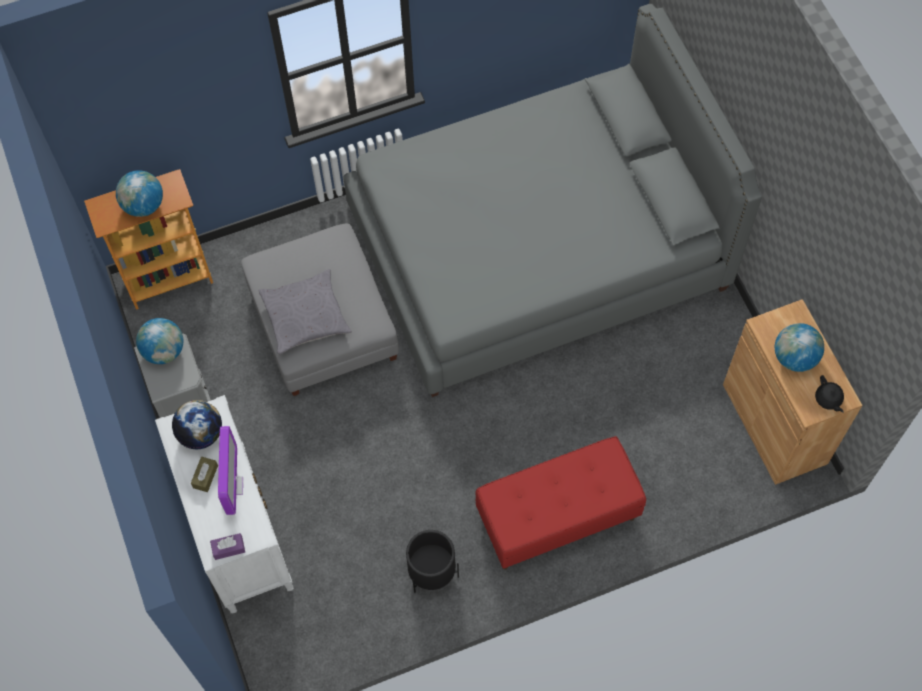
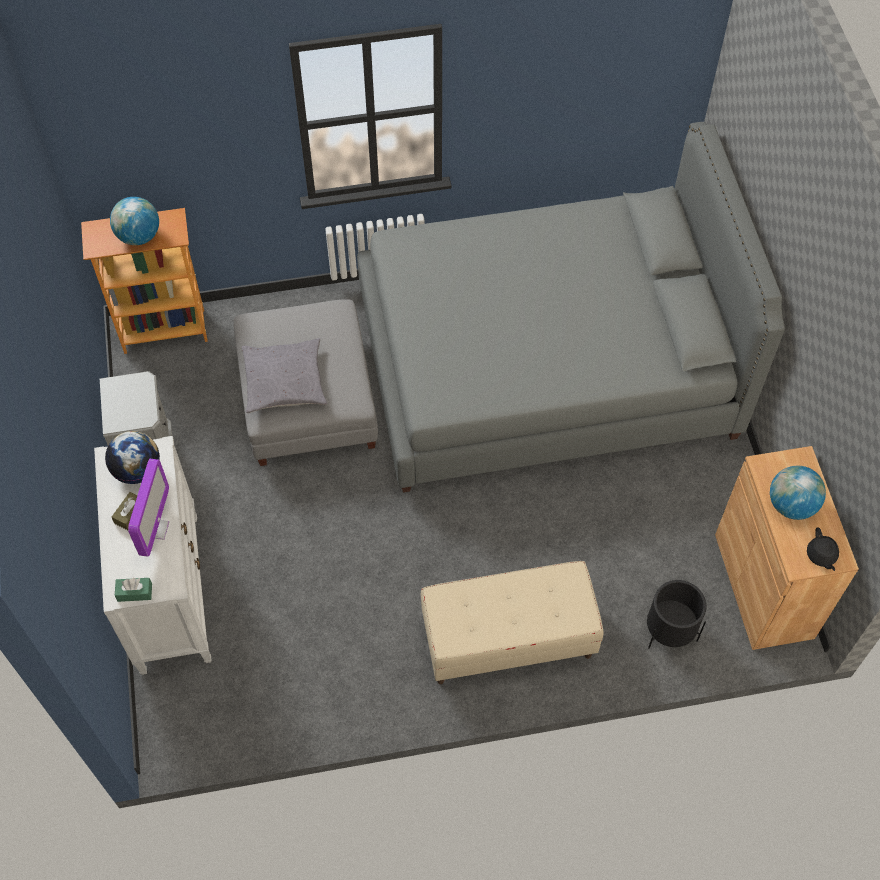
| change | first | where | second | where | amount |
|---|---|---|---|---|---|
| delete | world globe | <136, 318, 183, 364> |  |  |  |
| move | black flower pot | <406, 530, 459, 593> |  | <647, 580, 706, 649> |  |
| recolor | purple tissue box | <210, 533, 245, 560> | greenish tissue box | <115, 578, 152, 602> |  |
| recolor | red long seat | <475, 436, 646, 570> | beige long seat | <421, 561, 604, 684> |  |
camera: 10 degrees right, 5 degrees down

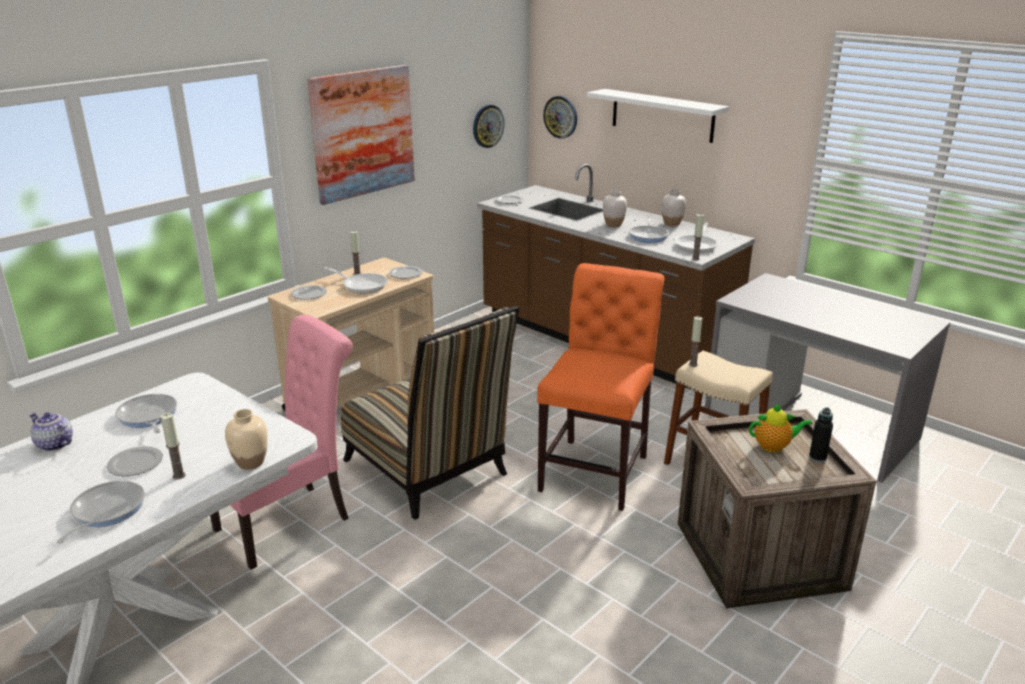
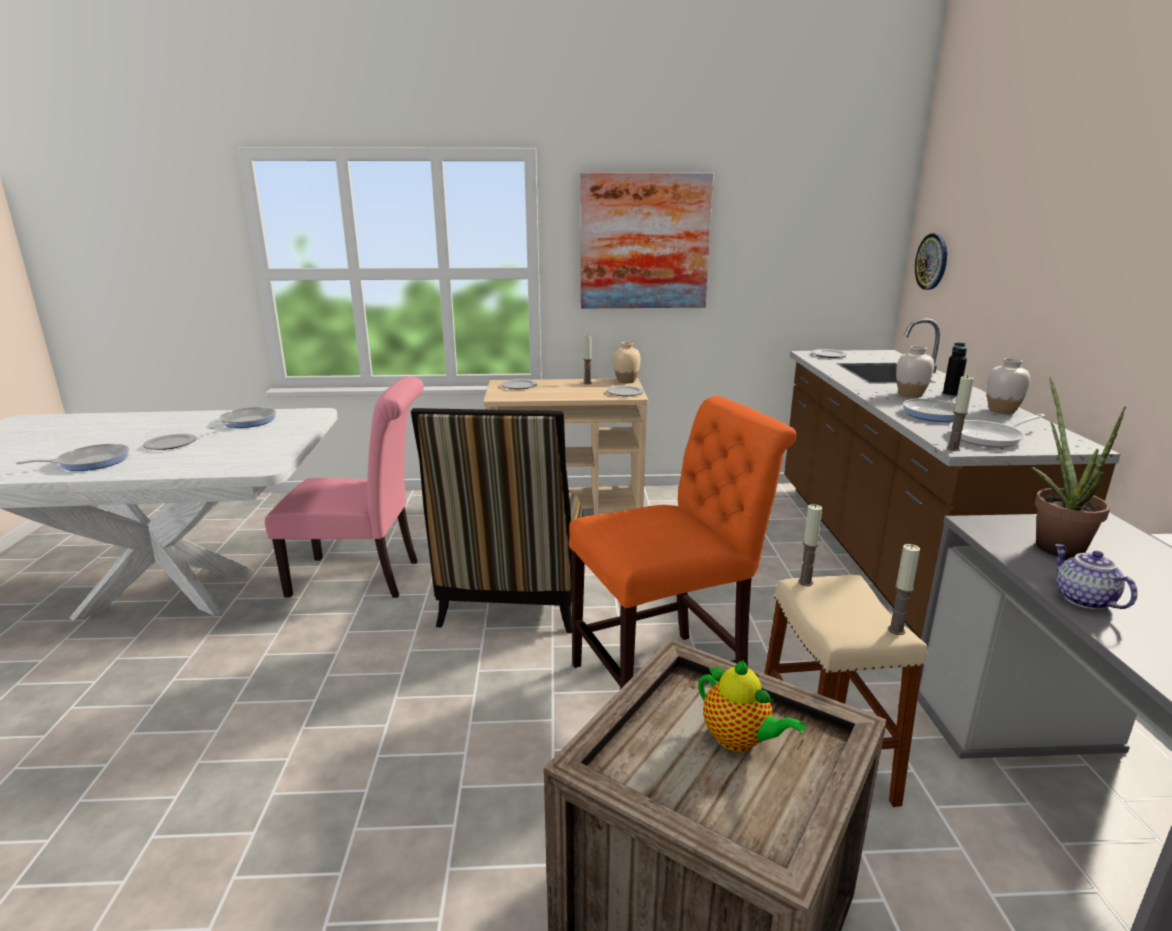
| change | first | where | second | where | amount |
|---|---|---|---|---|---|
| delete | pan | <324, 267, 388, 294> |  |  |  |
| delete | clock on the wall | <473, 105, 504, 148> |  |  |  |
| delete | white-coloured wall shelf | <586, 89, 729, 143> |  |  |  |
| insert |  |  | houseplant | <1031, 377, 1126, 558> |  |
| move | teapot | <29, 412, 73, 451> |  | <1055, 544, 1137, 609> |  |
| move | wax candle | <161, 413, 186, 480> |  | <888, 544, 920, 635> |  |
| move | beige decorative vase | <225, 409, 268, 470> |  | <613, 342, 641, 384> |  |
| move | black beverage bottle | <809, 407, 833, 462> |  | <942, 342, 967, 398> |  |
camera: 45 degrees right, 5 degrees down

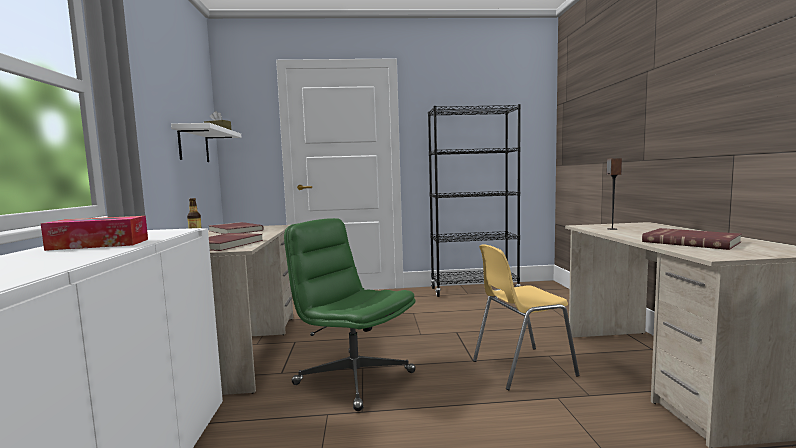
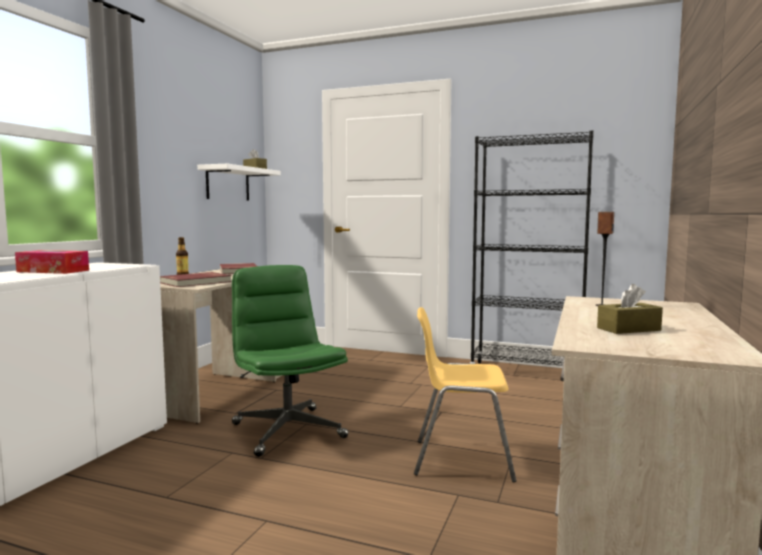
| change | first | where | second | where | amount |
|---|---|---|---|---|---|
| replace | red bound book | <642, 228, 742, 250> | brown tissue box | <597, 284, 663, 334> |  |
camera: 25 degrees right, 0 degrees up

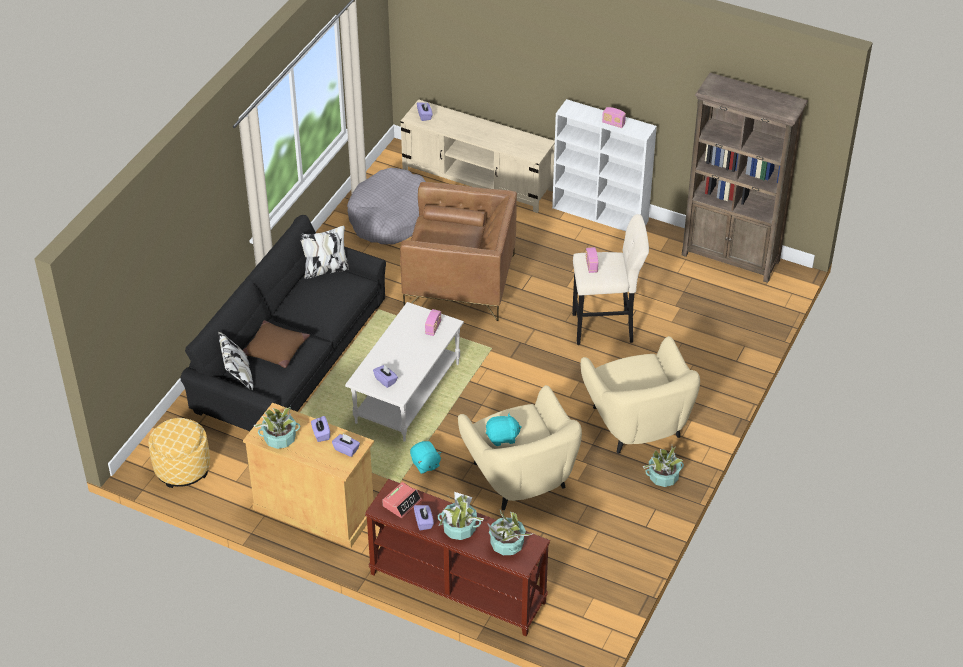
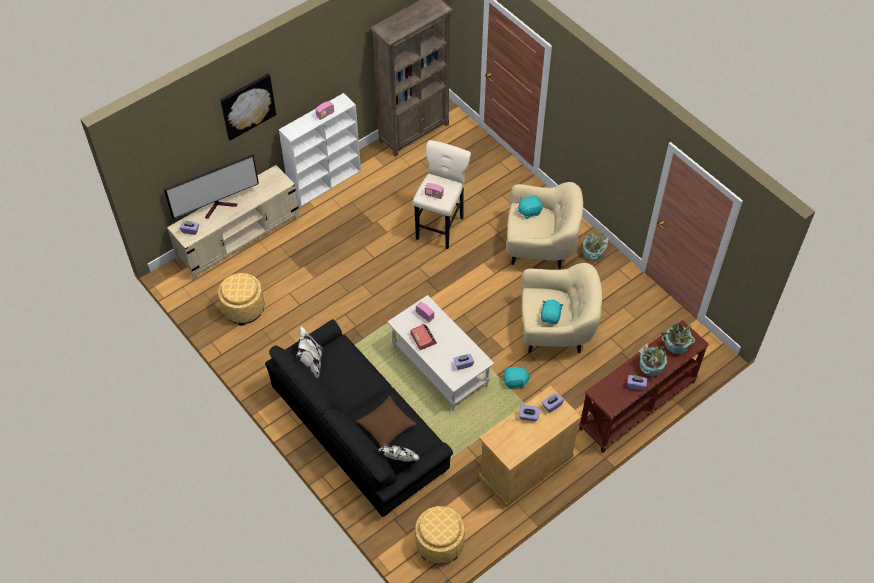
| change | first | where | second | where | amount |
|---|---|---|---|---|---|
| delete | houseplant | <254, 406, 300, 449> |  |  |  |
| delete | brown easy chair | <400, 182, 517, 321> |  |  |  |
| insert |  |  | television | <164, 154, 259, 219> |  |
| insert |  |  | wall art | <220, 74, 276, 141> |  |
| insert |  |  | turquoise cuddly toy | <517, 195, 543, 219> |  |
| move | table clock | <382, 482, 422, 518> |  | <410, 324, 437, 350> |  |
| replace | greyish dog cushion | <347, 168, 426, 244> | ottoman | <218, 273, 264, 325> |  |
camera: 65 degrees left, 10 degrees up

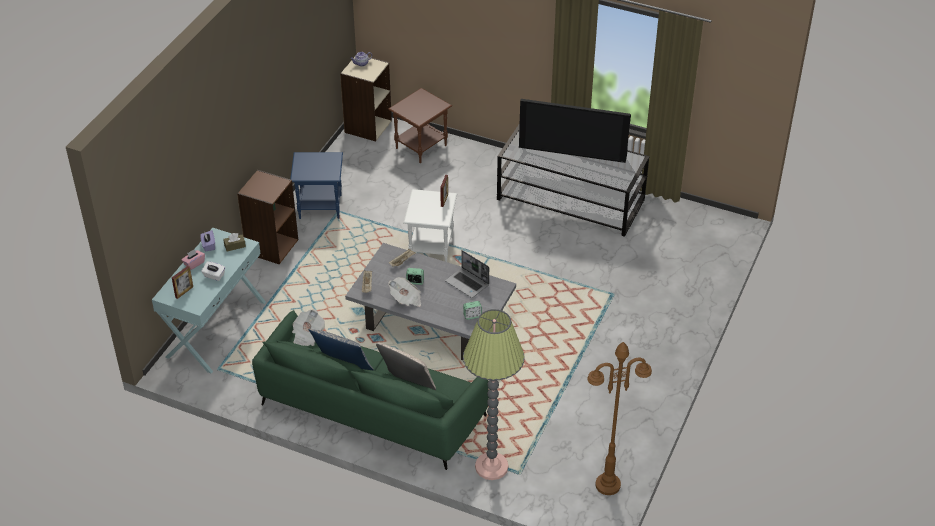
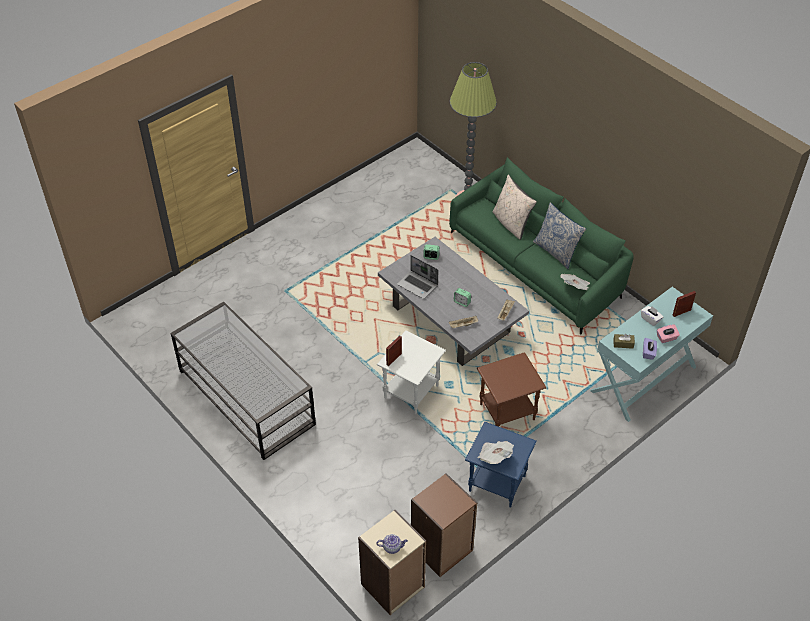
| change | first | where | second | where | amount |
|---|---|---|---|---|---|
| delete | television | <519, 99, 631, 163> |  |  |  |
| delete | brown standard lamp | <587, 342, 652, 495> |  |  |  |
| move | brown bookshelf | <237, 170, 298, 264> |  | <411, 473, 477, 577> |  |
| move | brown accent table | <388, 88, 452, 163> |  | <477, 352, 547, 427> |  |
| move | daily paper | <388, 277, 421, 307> |  | <478, 441, 514, 464> |  |
| rotate | laptop | <445, 250, 489, 298> |  | <397, 255, 439, 299> | 150 degrees clockwise |
camera: 155 degrees left, 5 degrees up

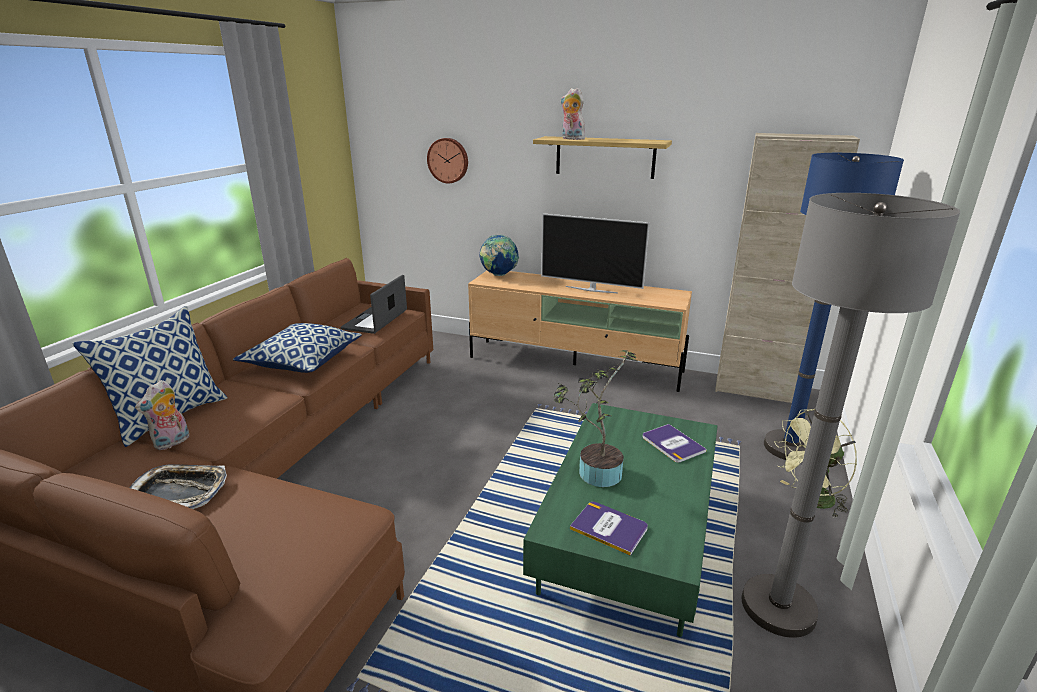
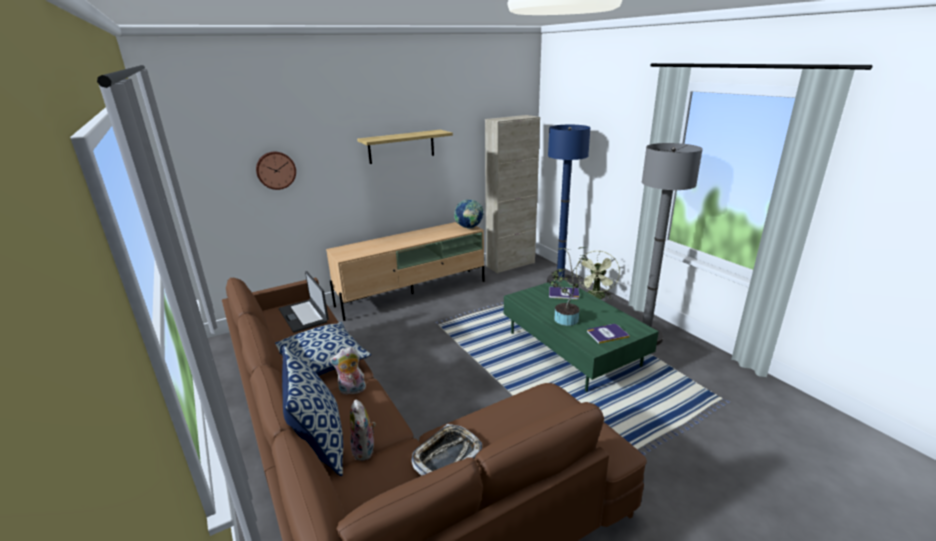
| change | first | where | second | where | amount |
|---|---|---|---|---|---|
| delete | television | <541, 213, 650, 293> |  |  |  |
| move | world globe | <479, 235, 519, 276> |  | <454, 199, 484, 229> |  |
| move | cuddly toy | <560, 88, 585, 140> |  | <329, 346, 366, 395> |  |
camera: 50 degrees left, 0 degrees up

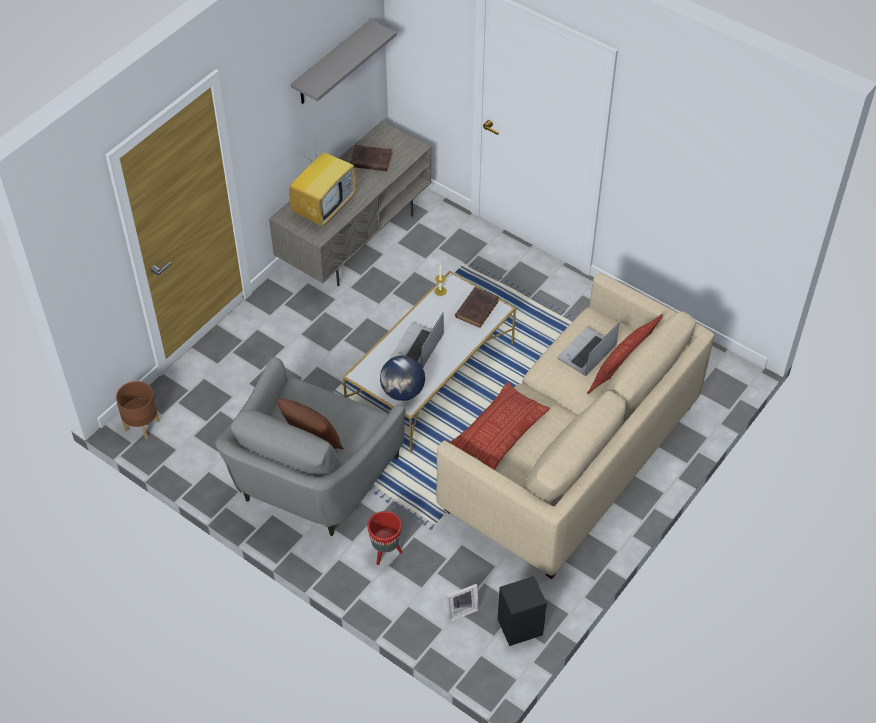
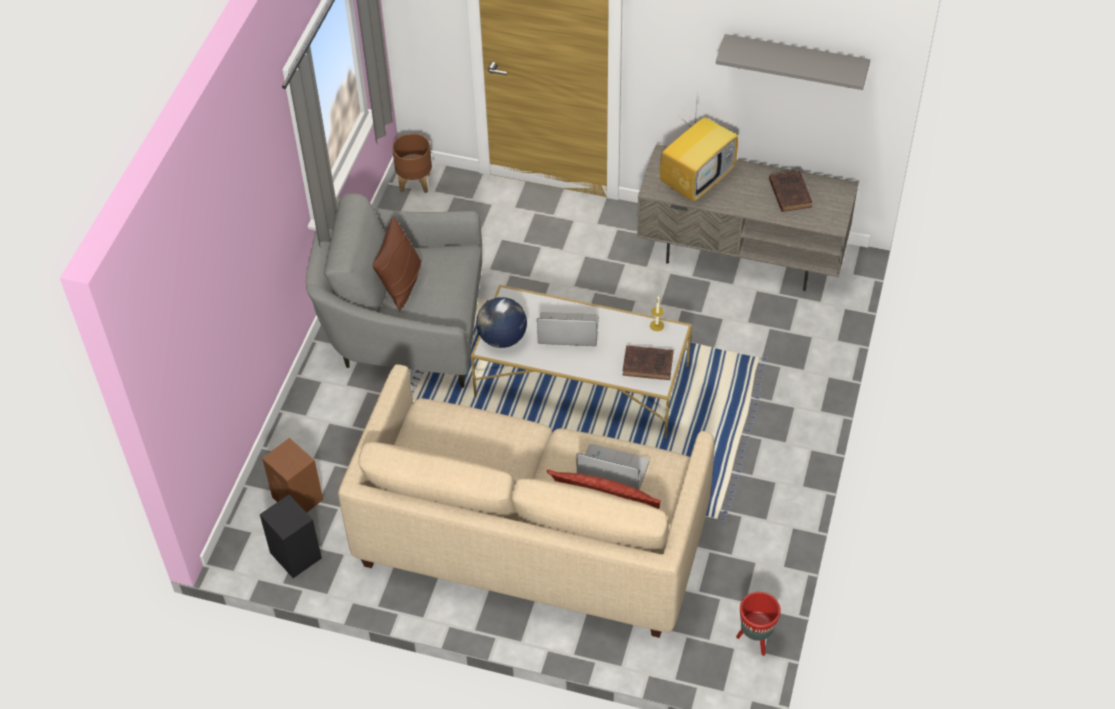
| change | first | where | second | where | amount |
|---|---|---|---|---|---|
| delete | cushion | <449, 382, 550, 470> |  |  |  |
| move | red flower pot | <367, 511, 403, 565> |  | <736, 592, 781, 656> |  |
| replace | standing frame | <446, 584, 479, 622> | brown speaker | <262, 438, 323, 513> |  |
| rotate | television | <289, 134, 356, 226> |  | <660, 90, 738, 202> | 60 degrees counterclockwise |
camera: 70 degrees right, 0 degrees up

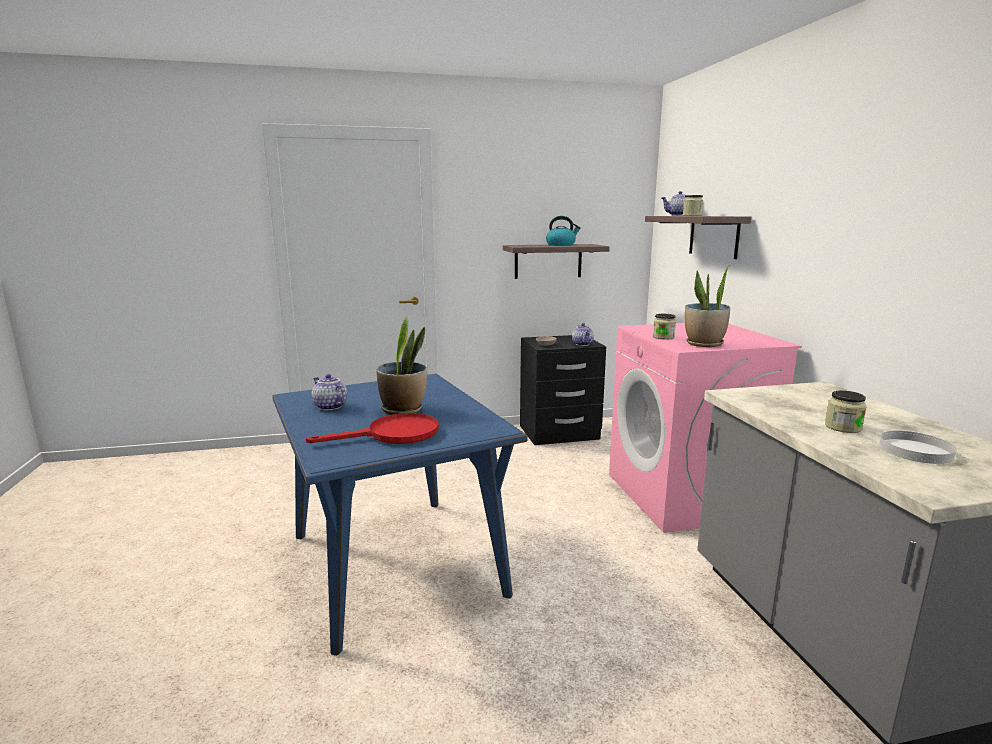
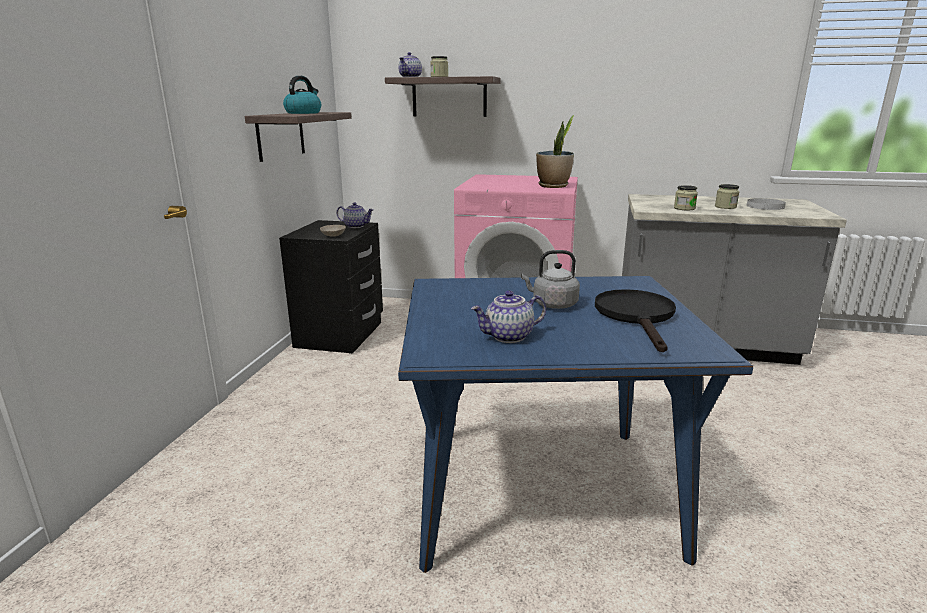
| change | first | where | second | where | amount |
|---|---|---|---|---|---|
| move | jar | <653, 314, 676, 340> |  | <674, 185, 698, 210> |  |
| replace | houseplant | <376, 316, 427, 415> | greyish water kettle | <521, 250, 580, 309> |  |
| recolor | red pan | <306, 413, 439, 444> | black pan | <595, 289, 676, 352> |  |
camera: 65 degrees left, 5 degrees up

